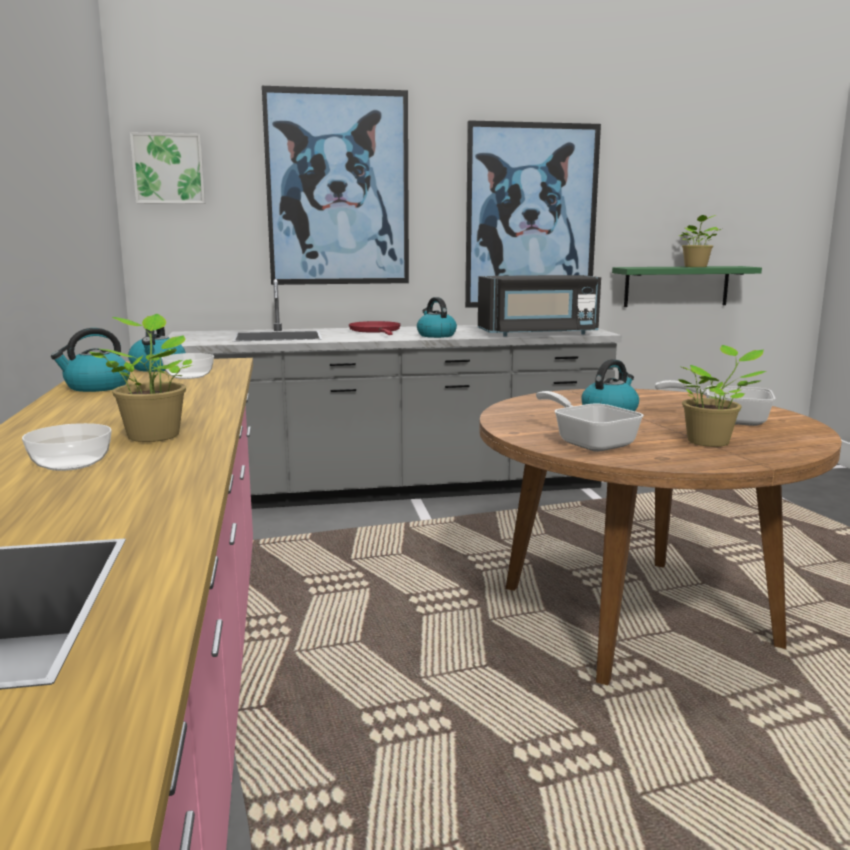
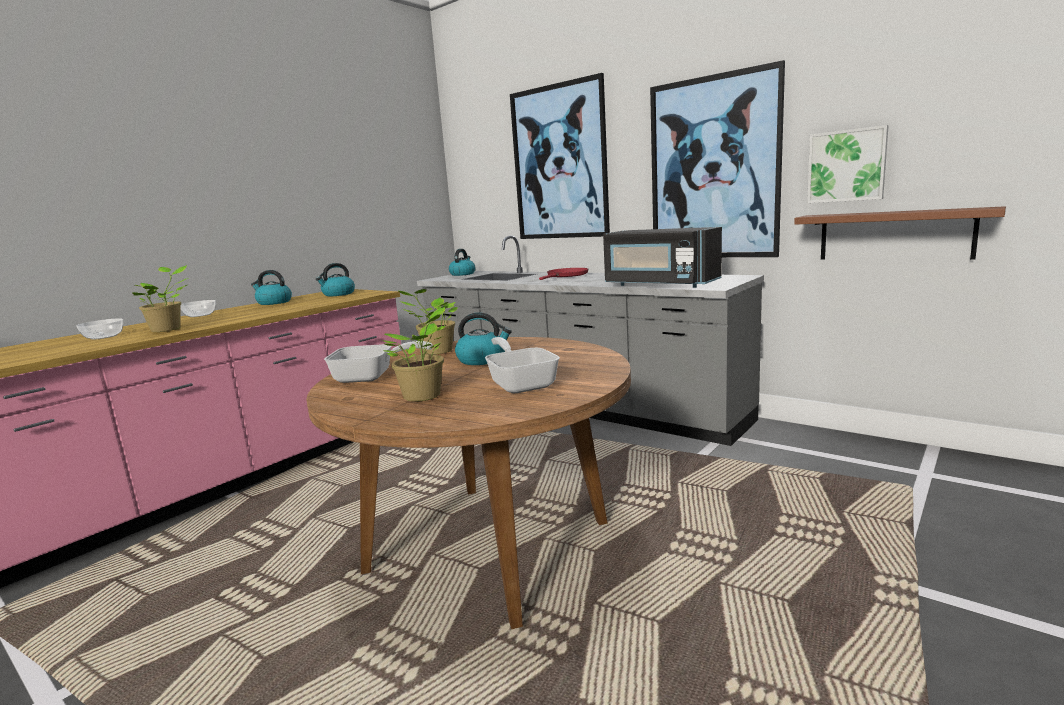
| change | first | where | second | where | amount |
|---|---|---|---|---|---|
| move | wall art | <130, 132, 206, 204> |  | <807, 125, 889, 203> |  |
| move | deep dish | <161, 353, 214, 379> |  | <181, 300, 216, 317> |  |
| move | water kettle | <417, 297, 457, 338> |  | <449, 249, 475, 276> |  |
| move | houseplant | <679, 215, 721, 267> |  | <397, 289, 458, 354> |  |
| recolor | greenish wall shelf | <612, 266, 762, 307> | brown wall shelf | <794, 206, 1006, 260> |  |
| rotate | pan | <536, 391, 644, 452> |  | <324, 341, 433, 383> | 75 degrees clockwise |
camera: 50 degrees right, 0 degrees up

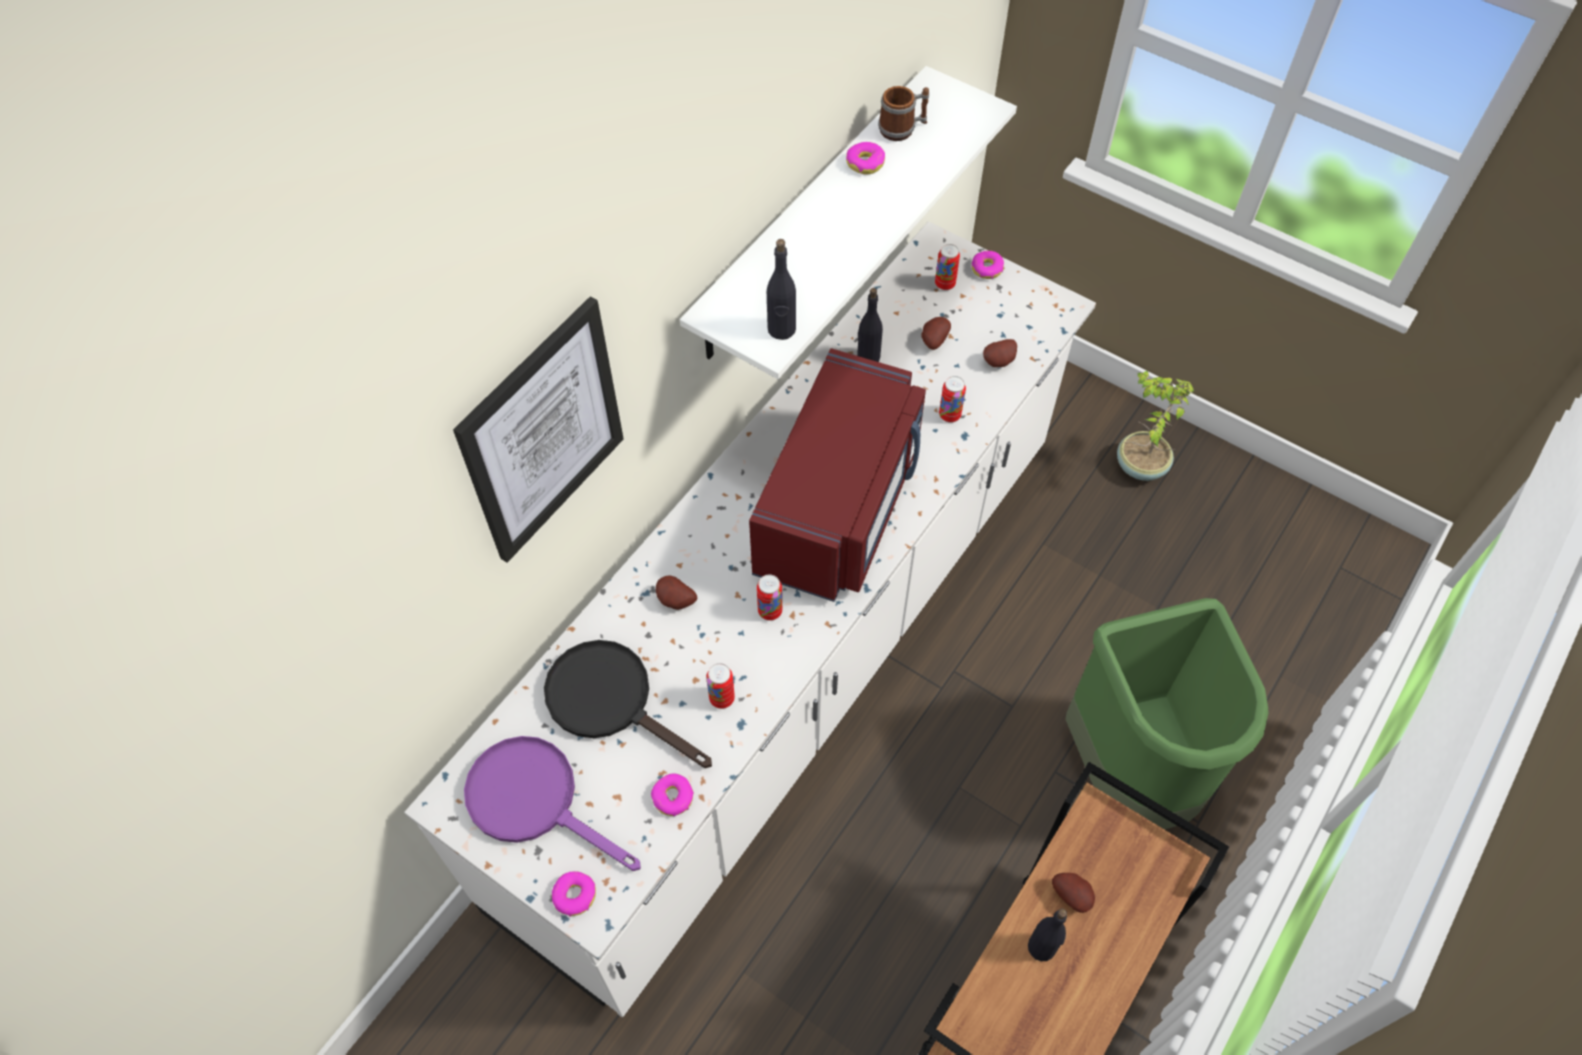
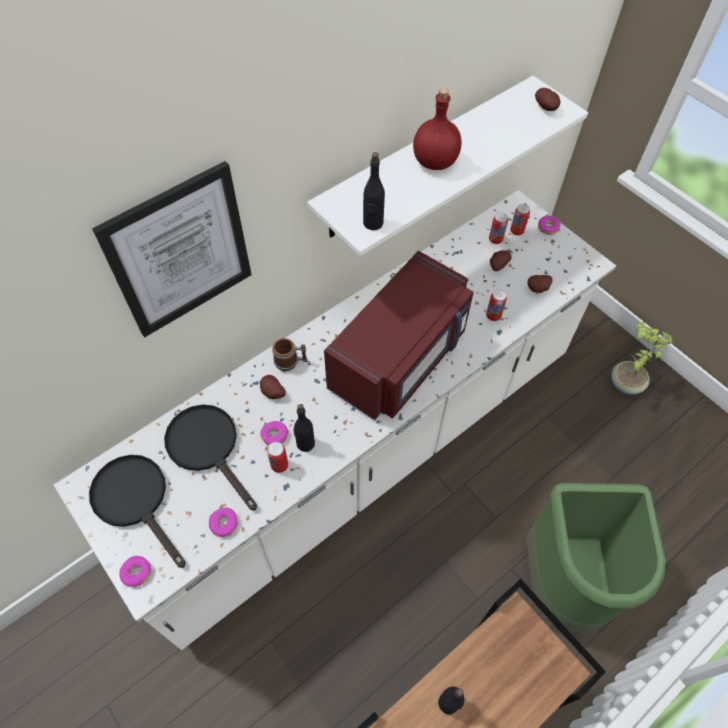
| change | first | where | second | where | amount |
|---|---|---|---|---|---|
| insert |  |  | red beverage bottle | <413, 88, 462, 170> |  |
| move | can | <757, 574, 782, 621> |  | <489, 213, 508, 244> |  |
| move | doughnut | <846, 142, 885, 174> |  | <260, 421, 288, 446> |  |
| move | black beverage bottle | <857, 288, 883, 362> |  | <293, 404, 315, 452> |  |
| move | coffee mug | <878, 86, 929, 141> |  | <272, 338, 308, 371> |  |
| move | potato | <1052, 873, 1095, 913> |  | <535, 88, 560, 111> |  |
| recolor | purple pan | <464, 736, 641, 871> | black pan | <89, 455, 186, 568> |  |
camera: 15 degrees right, 0 degrees up

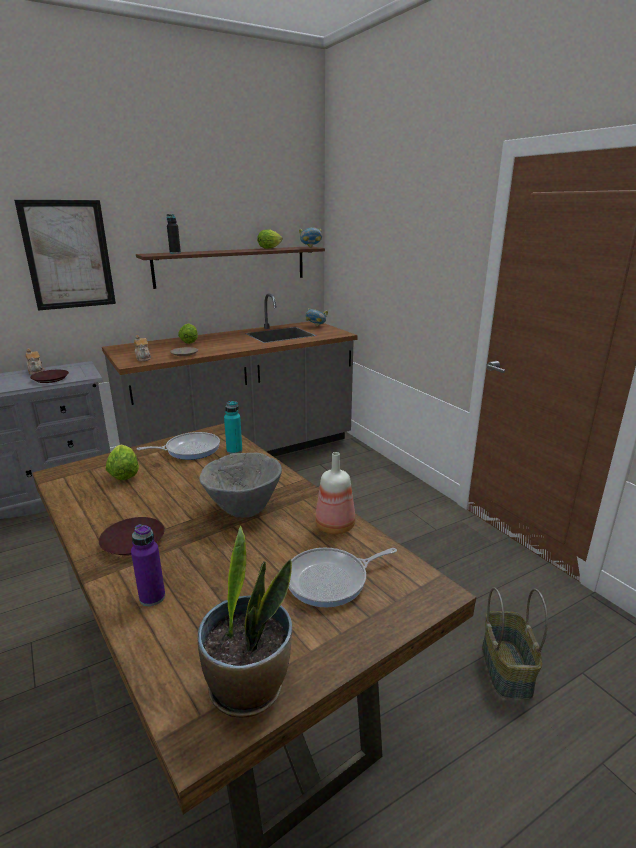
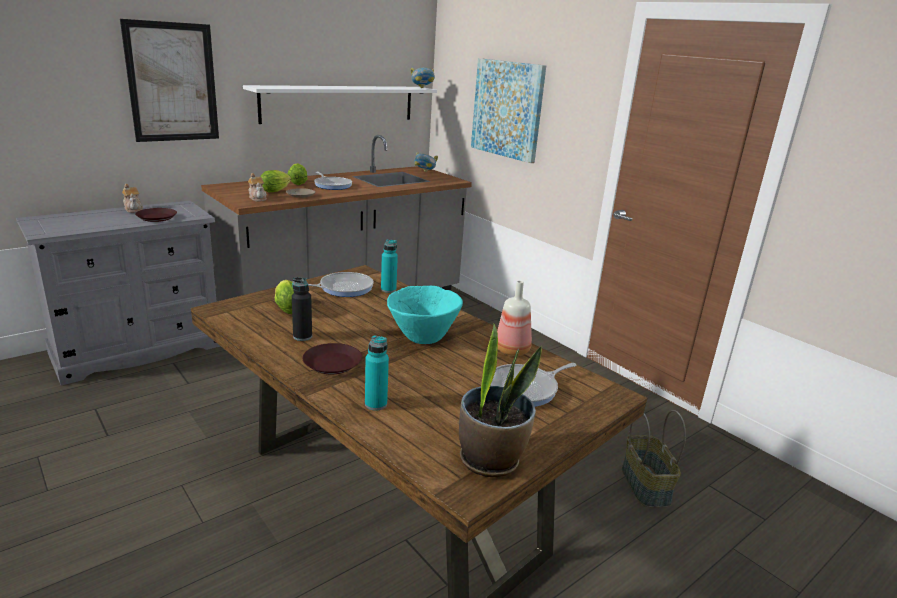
| change | first | where | second | where | amount |
|---|---|---|---|---|---|
| insert |  |  | pan | <314, 172, 352, 190> |  |
| insert |  |  | wall art | <471, 58, 546, 163> |  |
| move | black beverage bottle | <167, 214, 181, 254> |  | <292, 277, 312, 341> |  |
| move | lettuce head | <257, 229, 283, 249> |  | <260, 170, 291, 192> |  |
| recolor | purple beverage bottle | <131, 524, 165, 606> | turquoise beverage bottle | <365, 335, 389, 410> |  |
| recolor | brown wall shelf | <136, 246, 325, 289> | white-coloured wall shelf | <243, 85, 437, 124> |  |
| recolor | greyish deep dish | <199, 453, 282, 518> | turquoise deep dish | <387, 286, 463, 344> |  |
camera: 10 degrees left, 0 degrees up

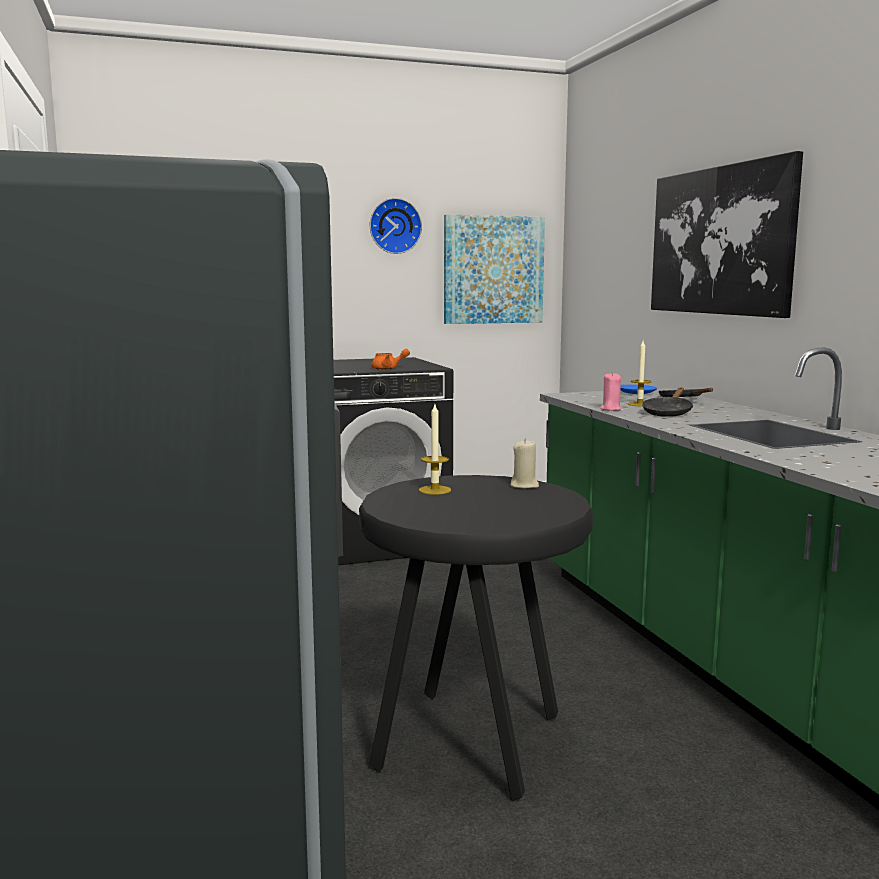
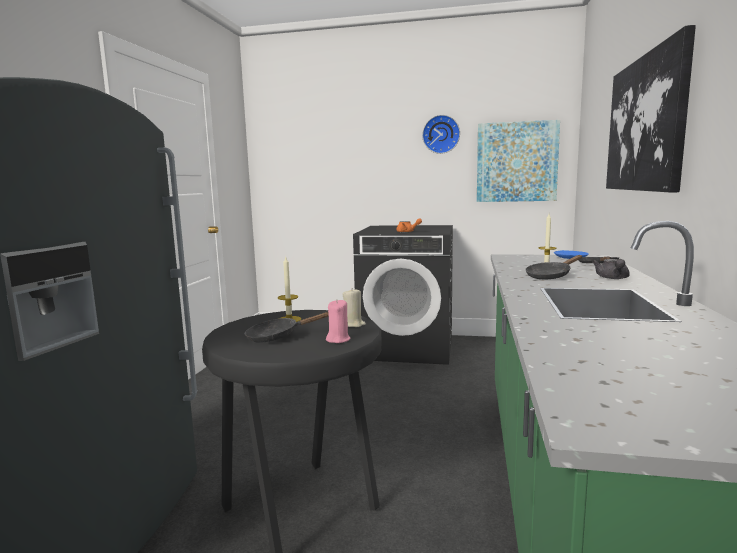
| change | first | where | second | where | amount |
|---|---|---|---|---|---|
| insert |  |  | black pan | <245, 312, 329, 343> |  |
| insert |  |  | greyish teapot | <592, 259, 630, 279> |  |
| move | pinkish wax candle | <600, 372, 622, 411> |  | <326, 300, 351, 343> |  |
camera: 30 degrees right, 0 degrees up

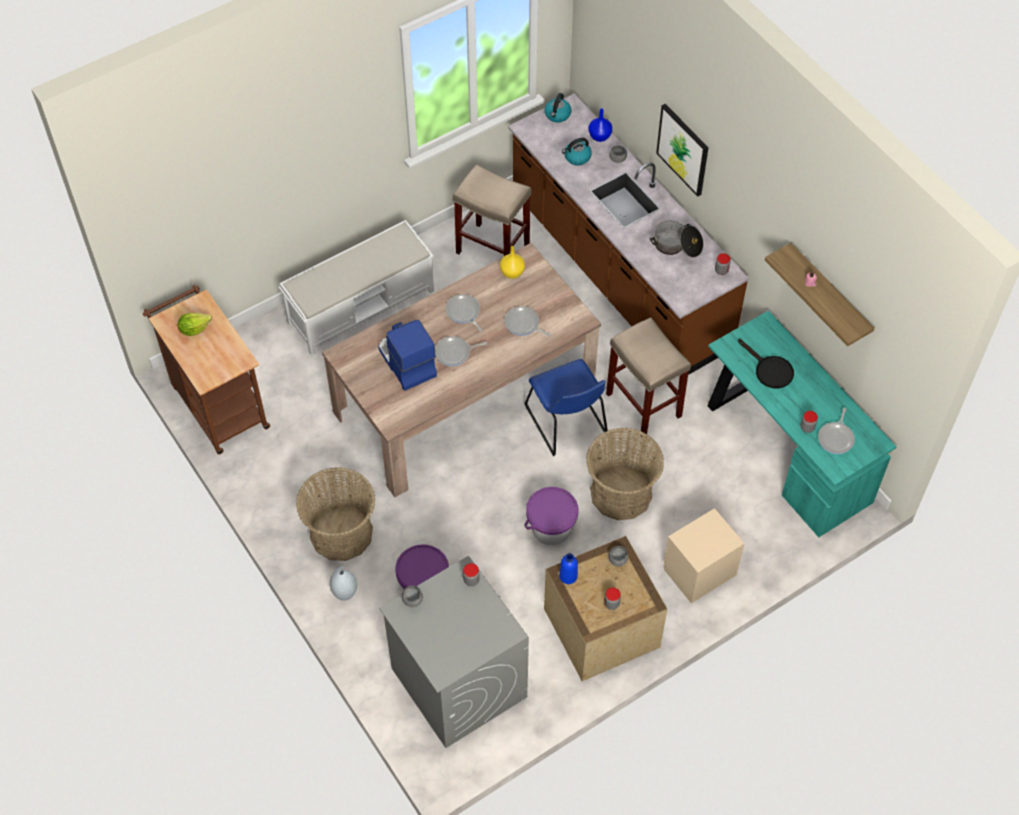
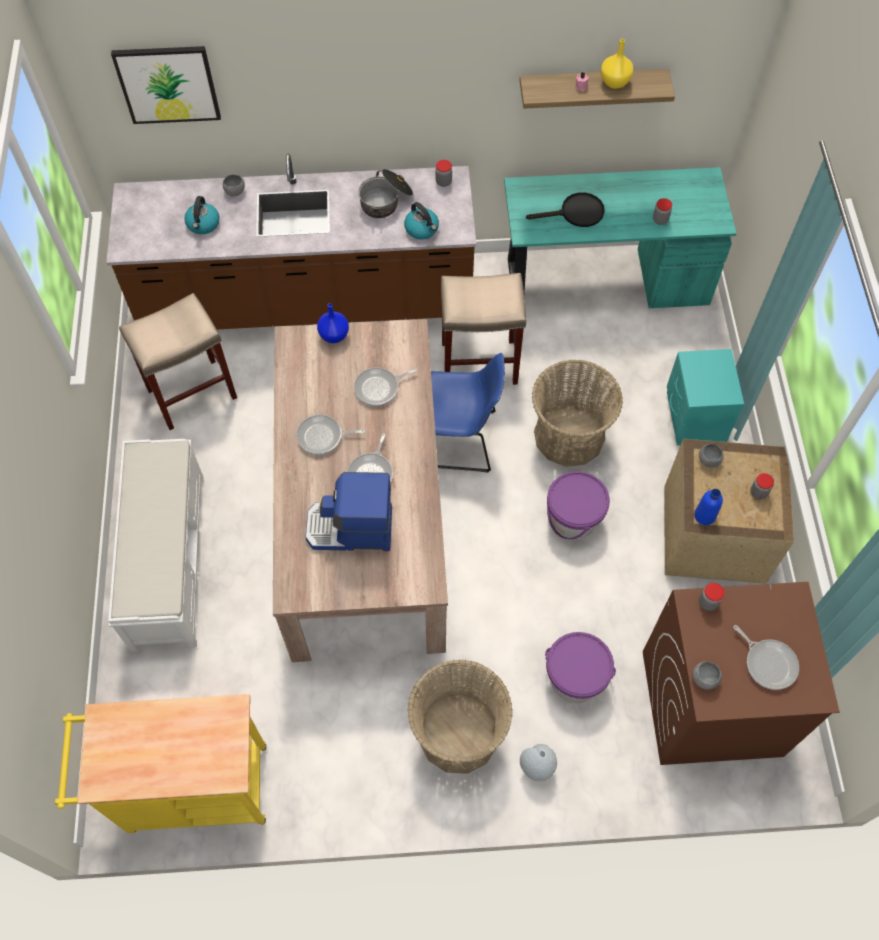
| change | first | where | second | where | amount |
|---|---|---|---|---|---|
| delete | lettuce head | <178, 313, 212, 336> |  |  |  |
| move | yellow-coloured decorative vase | <500, 246, 525, 279> |  | <601, 39, 633, 89> |  |
| move | water kettle | <545, 93, 571, 123> |  | <404, 202, 439, 239> |  |
| move | bluish decorative vase | <589, 109, 612, 142> |  | <317, 303, 349, 343> |  |
| move | wall art | <656, 104, 709, 197> |  | <111, 46, 221, 124> |  |
| move | pan | <818, 408, 855, 454> |  | <733, 625, 799, 690> |  |
| recolor | brown cart | <143, 285, 270, 455> | yellow-coloured cart | <55, 694, 266, 833> |  |
| recolor | greyish laundry appliance | <379, 556, 529, 748> | brown laundry appliance | <643, 582, 840, 765> |  |
| recolor | beige night table | <664, 508, 745, 603> | turquoise night table | <667, 349, 744, 445> |  |
camera: 60 degrees left, 5 degrees up

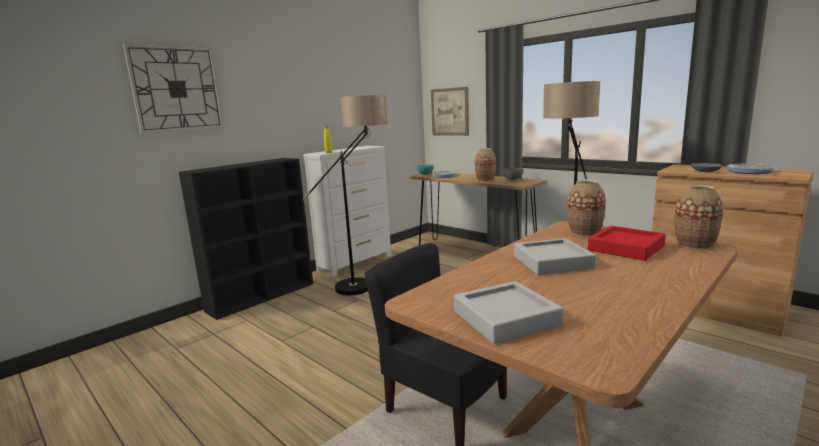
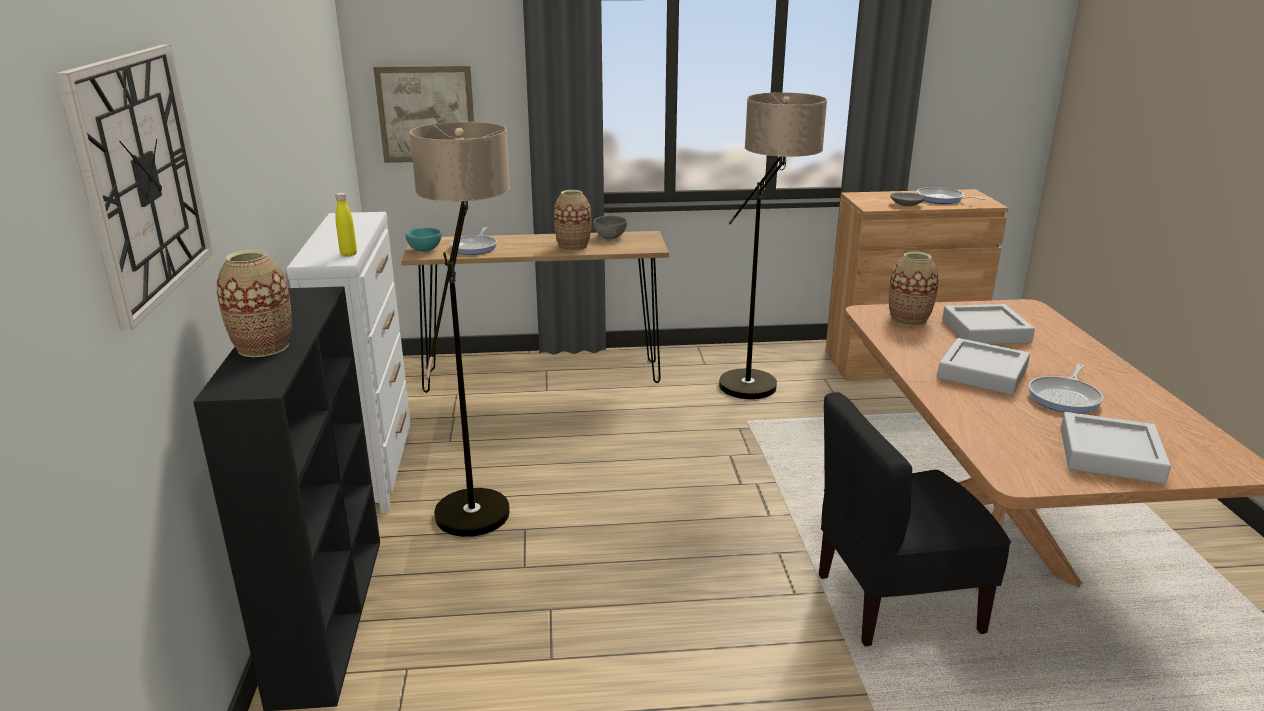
| change | first | where | second | where | amount |
|---|---|---|---|---|---|
| insert |  |  | pan | <1029, 364, 1103, 413> |  |
| move | decorative vase | <674, 185, 723, 250> |  | <217, 250, 291, 357> |  |
| recolor | red serving tray | <588, 226, 666, 261> | greyish serving tray | <942, 304, 1035, 344> |  |
camera: 50 degrees left, 10 degrees up

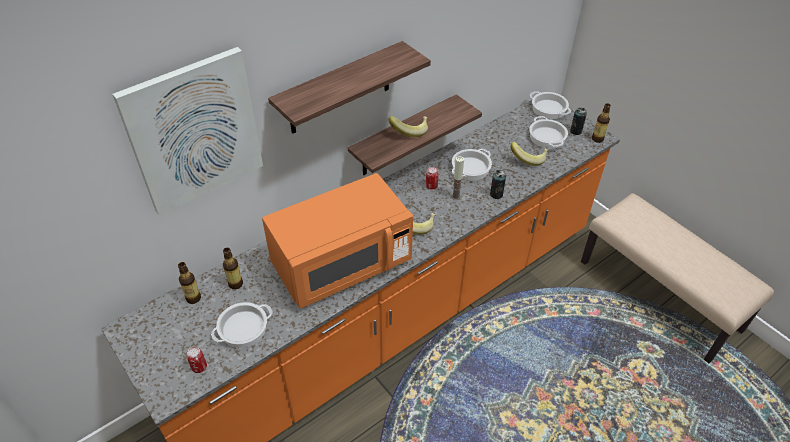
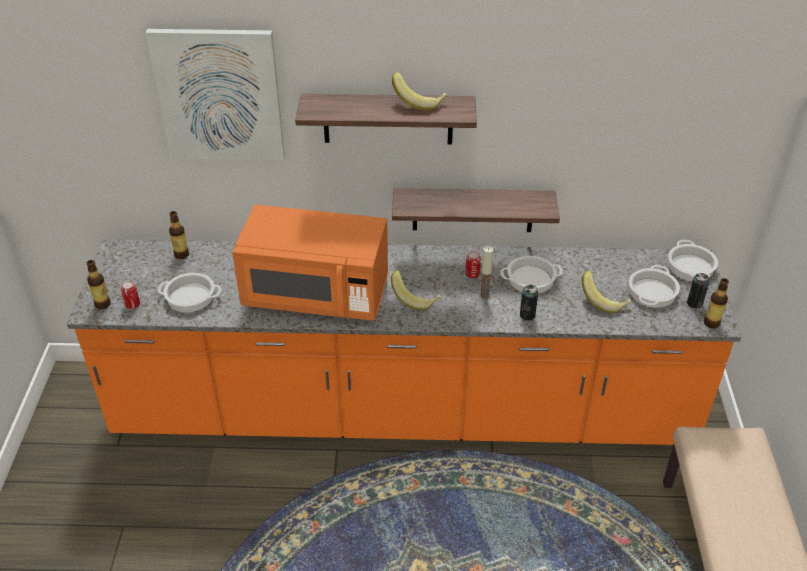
| change | first | where | second | where | amount |
|---|---|---|---|---|---|
| move | beverage bottle | <223, 247, 243, 289> |  | <87, 260, 111, 309> |  |
| move | whole banana | <389, 116, 428, 137> |  | <392, 72, 447, 111> |  |
camera: 40 degrees right, 5 degrees down

